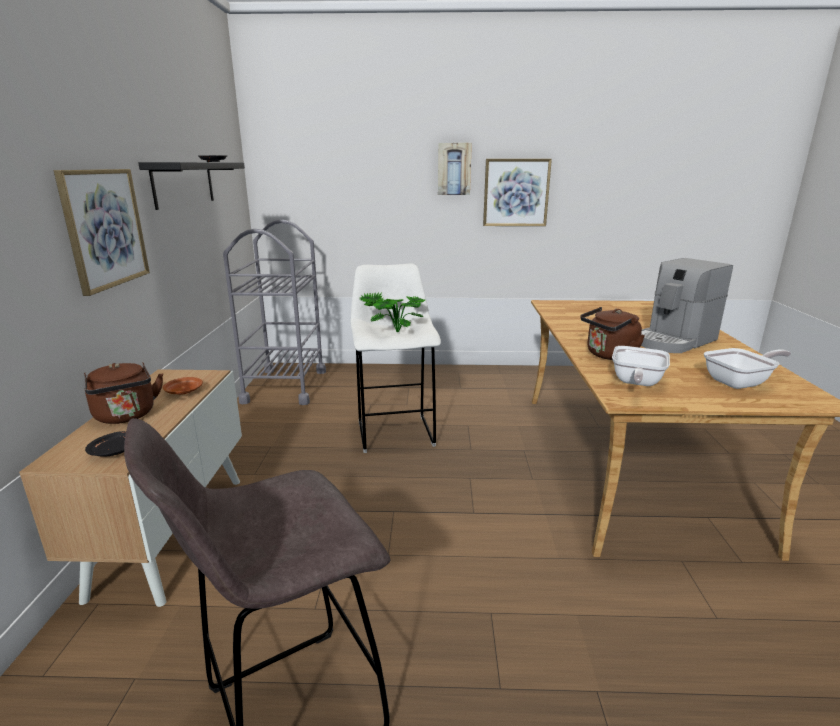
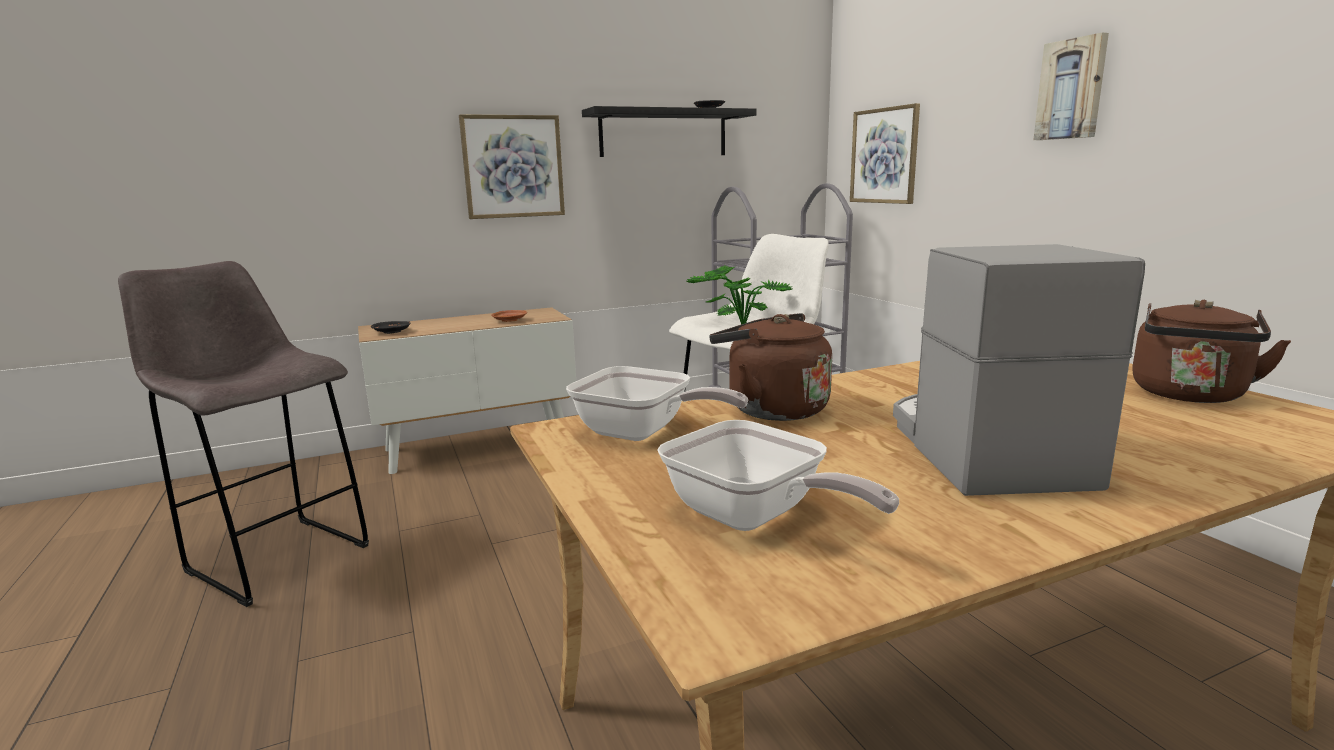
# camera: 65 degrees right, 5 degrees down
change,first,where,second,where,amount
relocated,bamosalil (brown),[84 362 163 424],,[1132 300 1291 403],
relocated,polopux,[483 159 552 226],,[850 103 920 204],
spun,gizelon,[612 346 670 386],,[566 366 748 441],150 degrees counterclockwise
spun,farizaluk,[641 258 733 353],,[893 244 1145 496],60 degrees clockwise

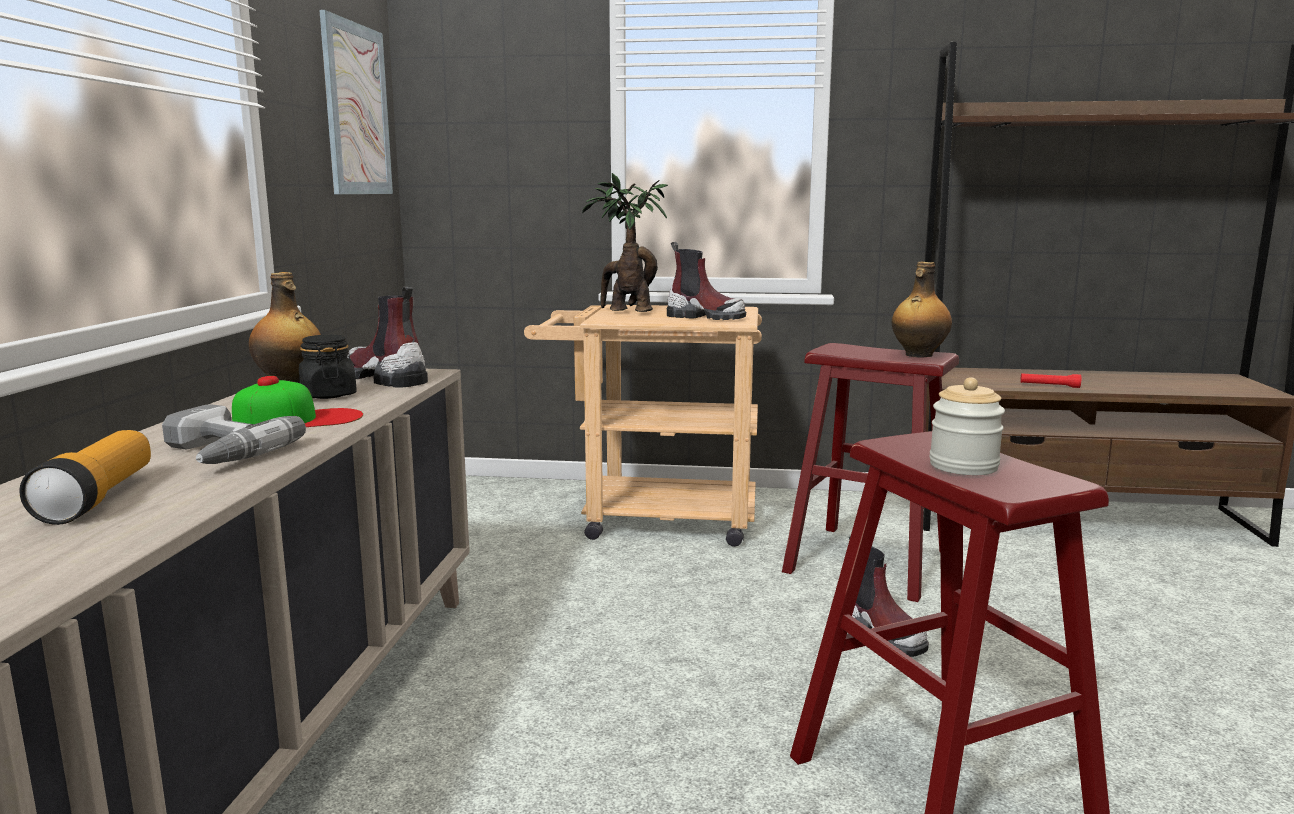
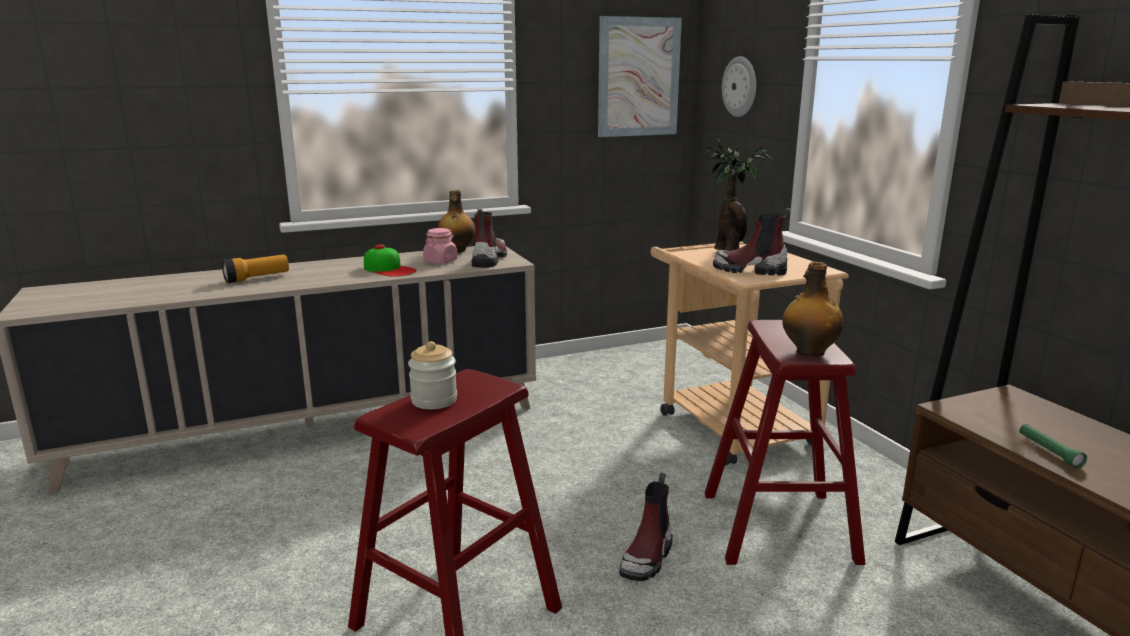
# camera: 60 degrees right, 5 degrees up
change,first,where,second,where,amount
missing,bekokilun,[162 404 306 464],,,
appeared,,,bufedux,[722 56 756 117],
colour,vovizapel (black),[299 335 357 399],vovizapel (pink),[423 228 457 264],
colour,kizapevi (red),[1020 373 1081 388],kizapevi (green),[1019 424 1087 469],
spun,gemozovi,[667 242 746 320],,[713 208 790 275],105 degrees clockwise

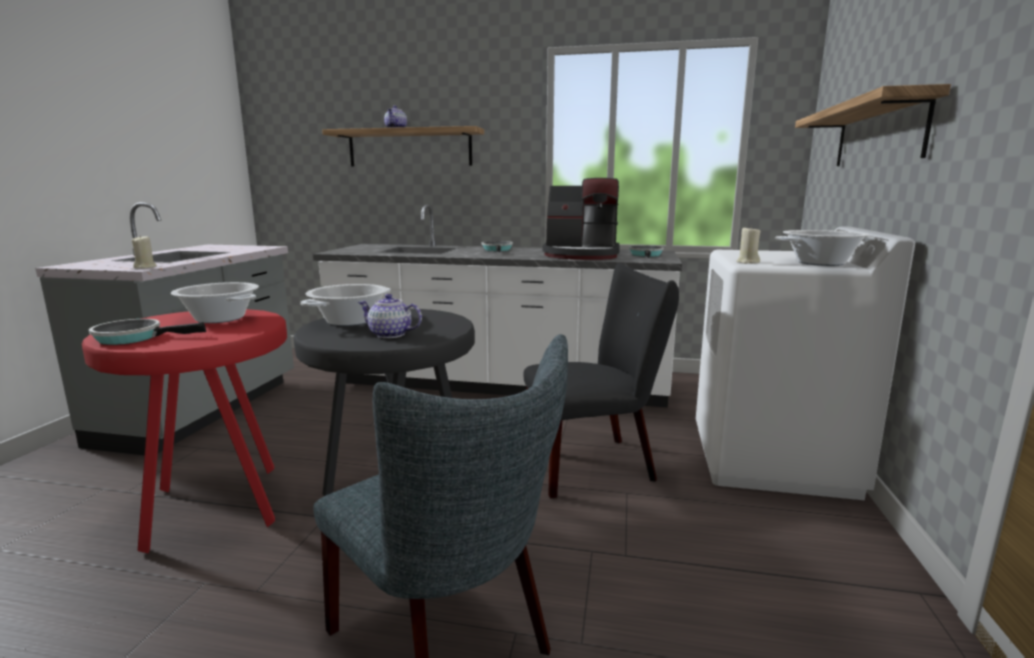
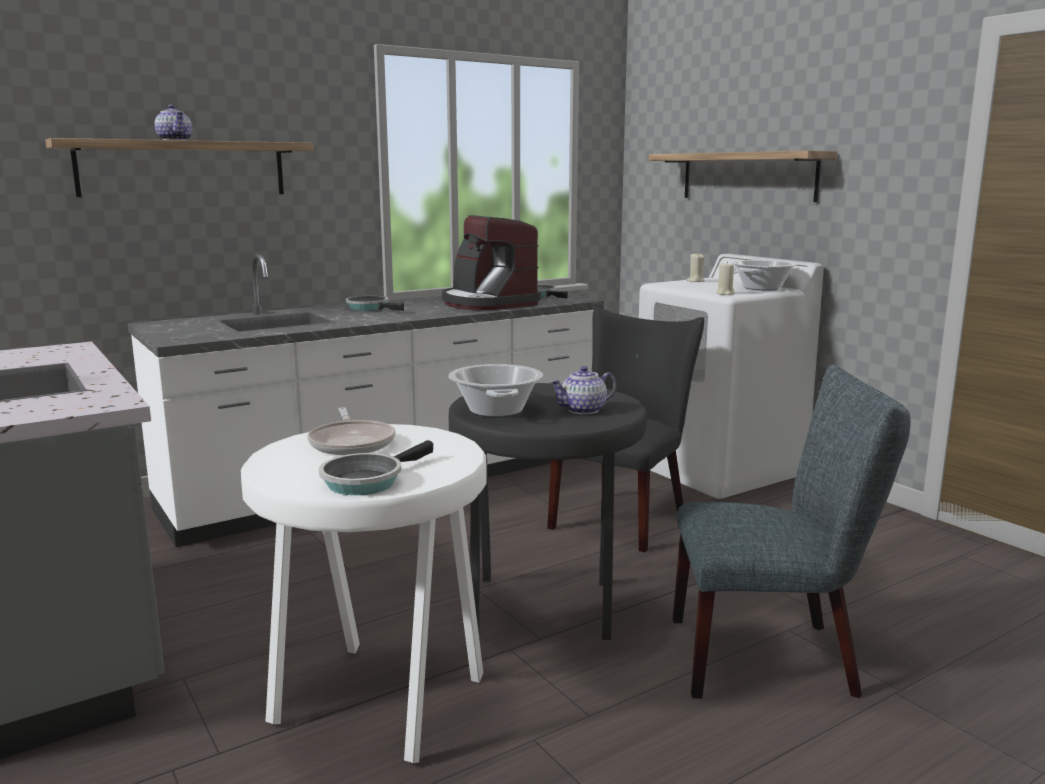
# camera: 45 degrees left, 0 degrees up
change,first,where,second,where,amount
relocated,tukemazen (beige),[132 235 157 269],,[687 252 705 282],
exchanged,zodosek,[171 282 259 323],gizelon,[307 407 396 455],
colour,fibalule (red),[82 309 287 553],fibalule (white),[241 424 486 763],
spun,farizaluk,[542 178 620 260],,[442 215 541 310],90 degrees clockwise

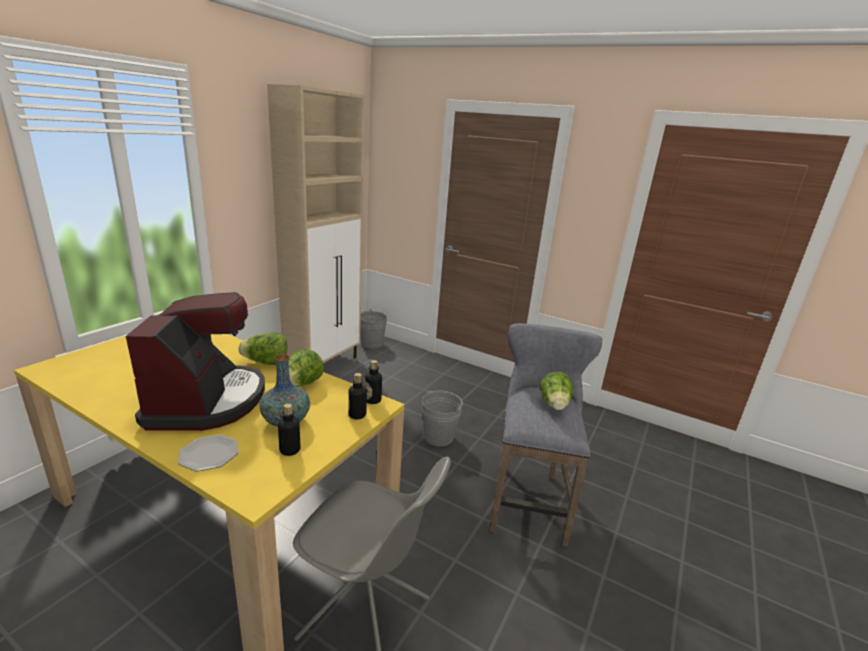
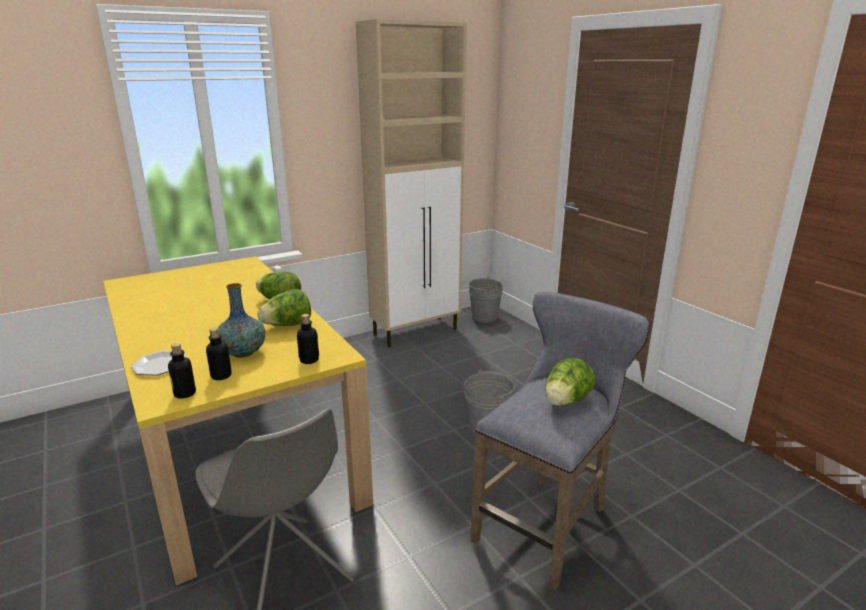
# camera: 30 degrees right, 0 degrees up
change,first,where,second,where,amount
missing,farizaluk,[126 292 265 431],,,
relocated,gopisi,[365 360 382 404],,[168 343 196 399],

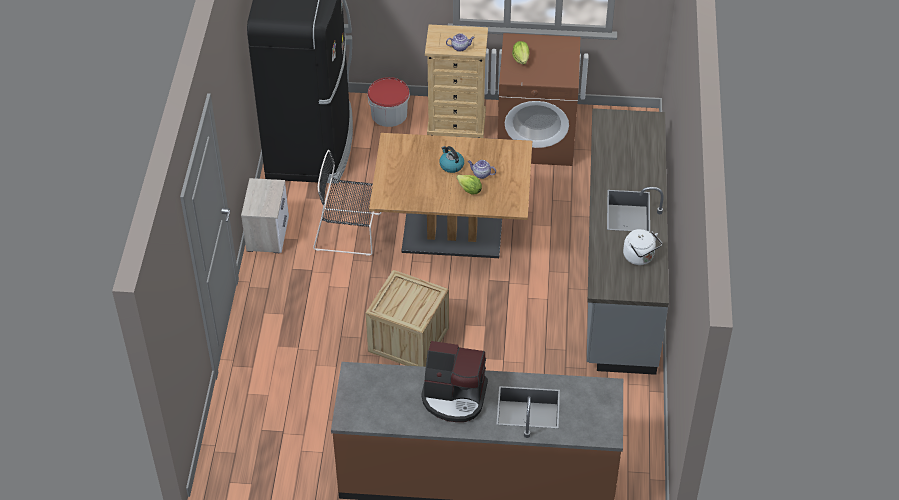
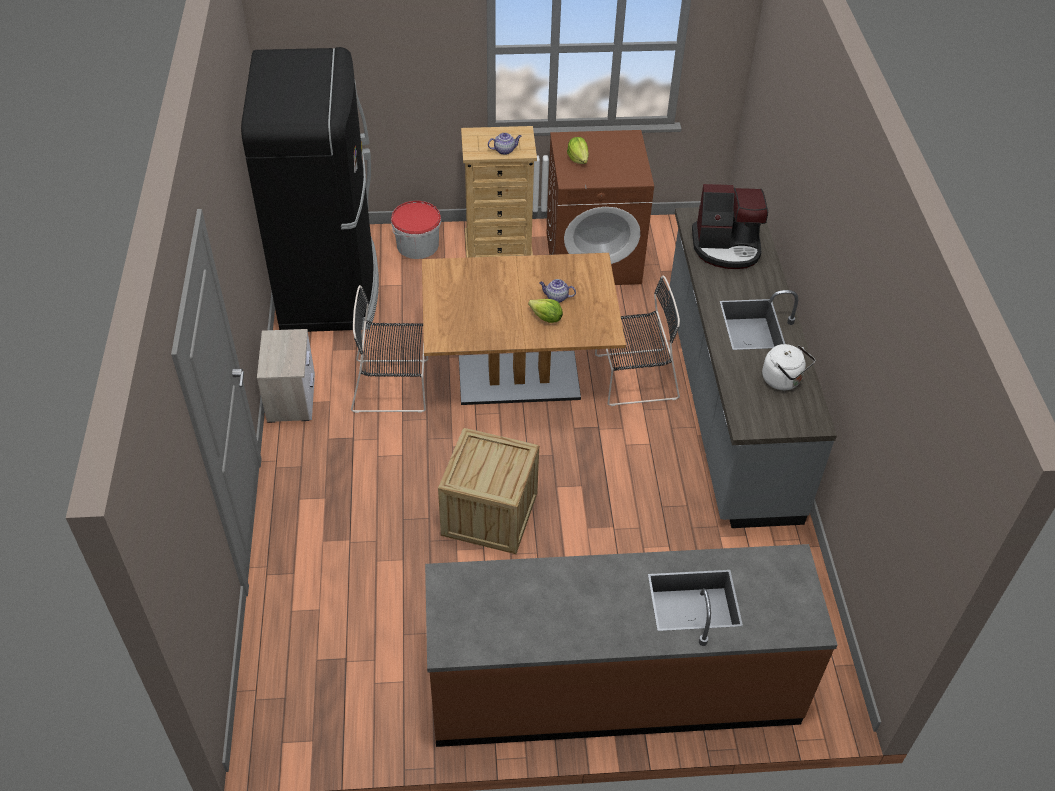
# camera: 10 degrees left, 0 degrees up
change,first,where,second,where,amount
missing,bamosalil,[439 146 464 173],,,
appeared,,,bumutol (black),[595 275 680 406],
relocated,farizaluk,[421 341 488 422],,[692 184 768 269],

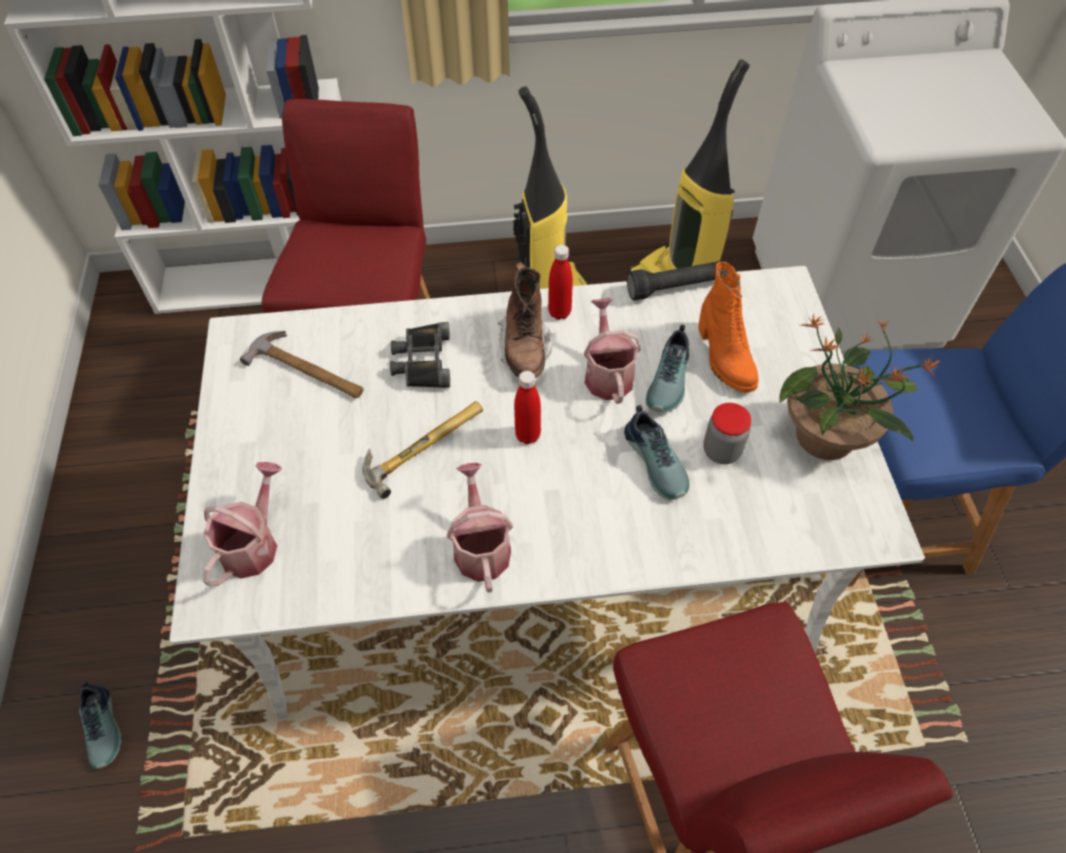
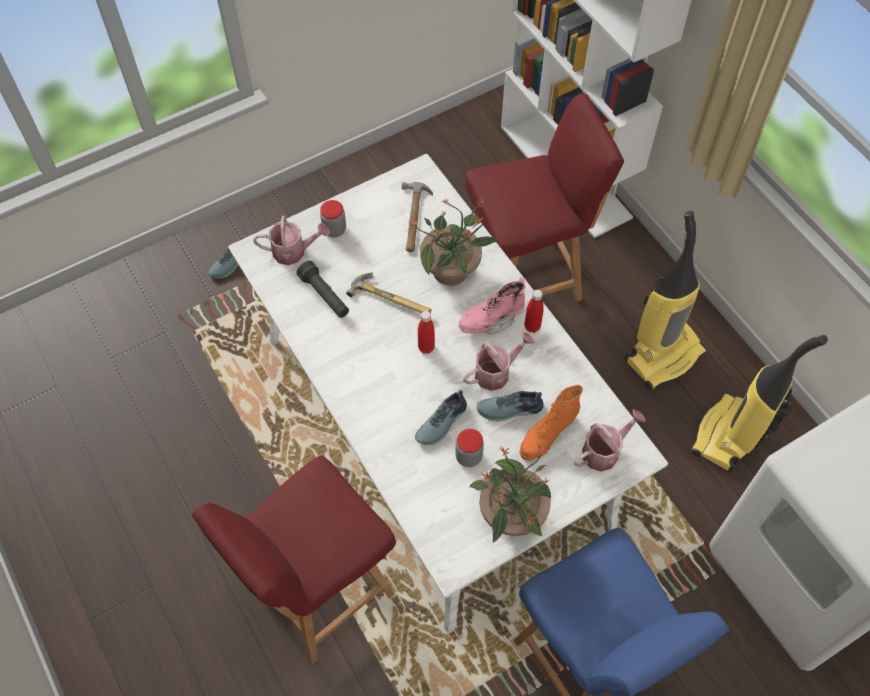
# camera: 65 degrees right, 5 degrees up
change,first,where,second,where,amount
appeared,,,vovizapel,[320 200 346 237],
relocated,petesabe,[447 463 513 593],,[574 410 646 472],
relocated,kizapevi (black),[627 261 722 301],,[296 261 349 318],
exchanged,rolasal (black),[390 322 450 388],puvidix,[409 197 500 286],
colour,gemozovi (brown),[498 262 553 378],gemozovi (pink),[459 277 526 335],

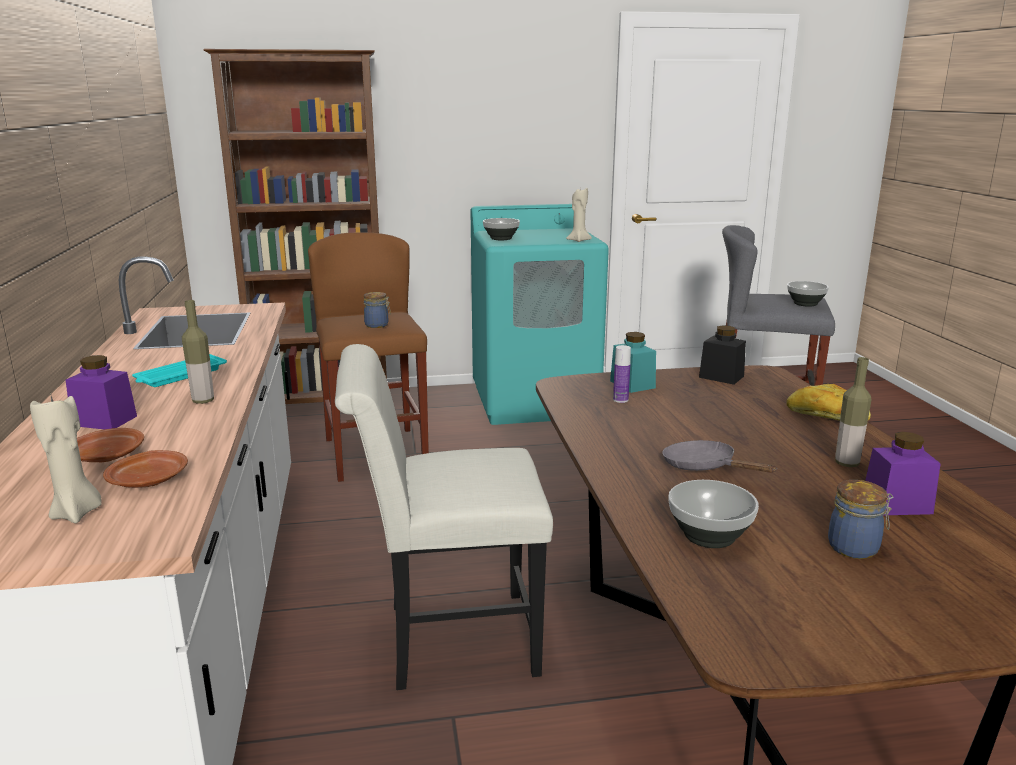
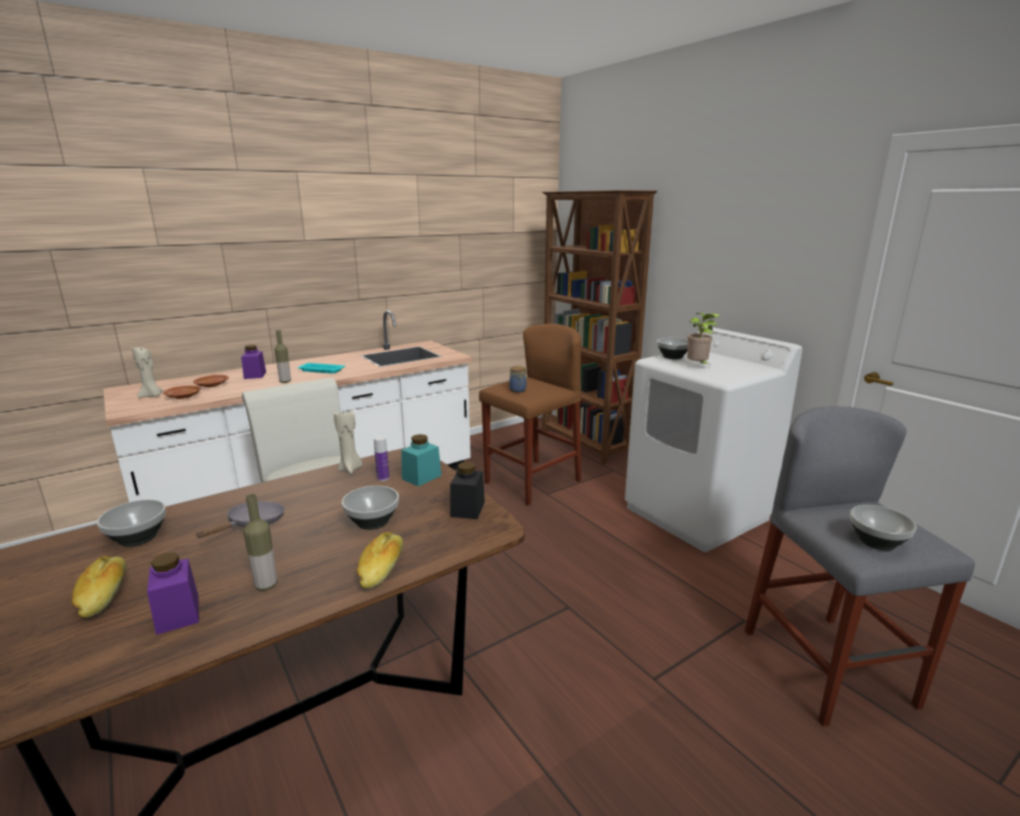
# camera: 65 degrees right, 0 degrees up
change,first,where,second,where,amount
appeared,,,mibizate,[342 486 399 530],
appeared,,,puvidix,[687 313 721 364],
relocated,tukemazen (beige),[566 188 592 242],,[334 408 362 474],
exchanged,vovizapel,[828 480 893 559],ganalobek,[71 556 126 618],
colour,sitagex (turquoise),[470 204 609 425],sitagex (white),[625 327 802 552],

